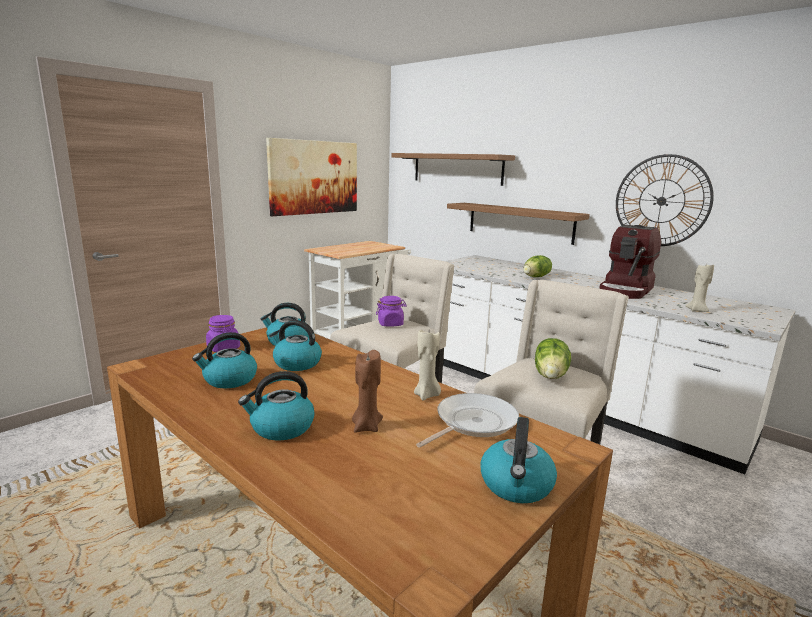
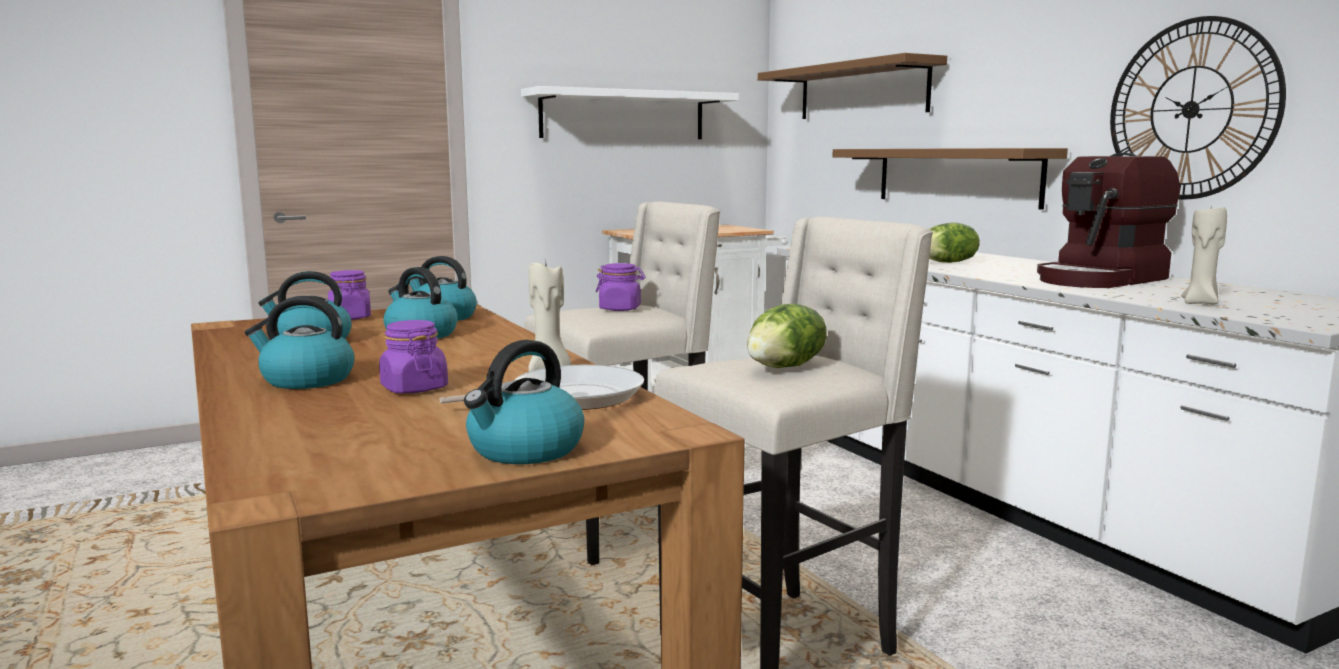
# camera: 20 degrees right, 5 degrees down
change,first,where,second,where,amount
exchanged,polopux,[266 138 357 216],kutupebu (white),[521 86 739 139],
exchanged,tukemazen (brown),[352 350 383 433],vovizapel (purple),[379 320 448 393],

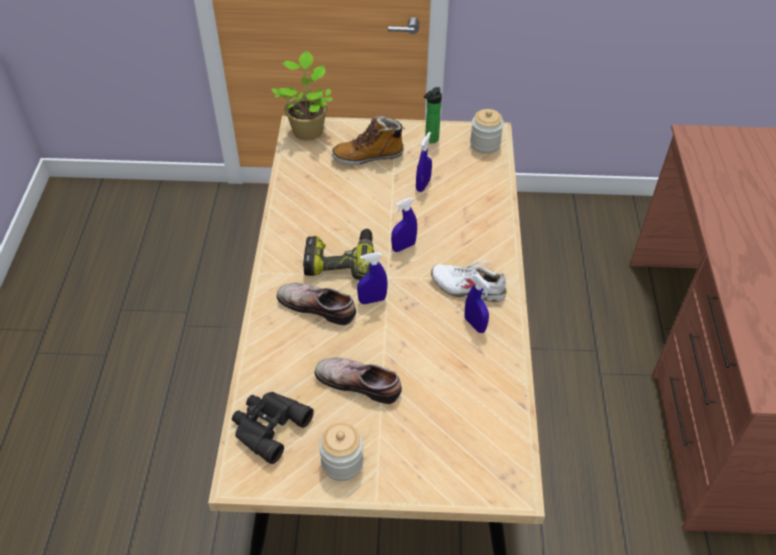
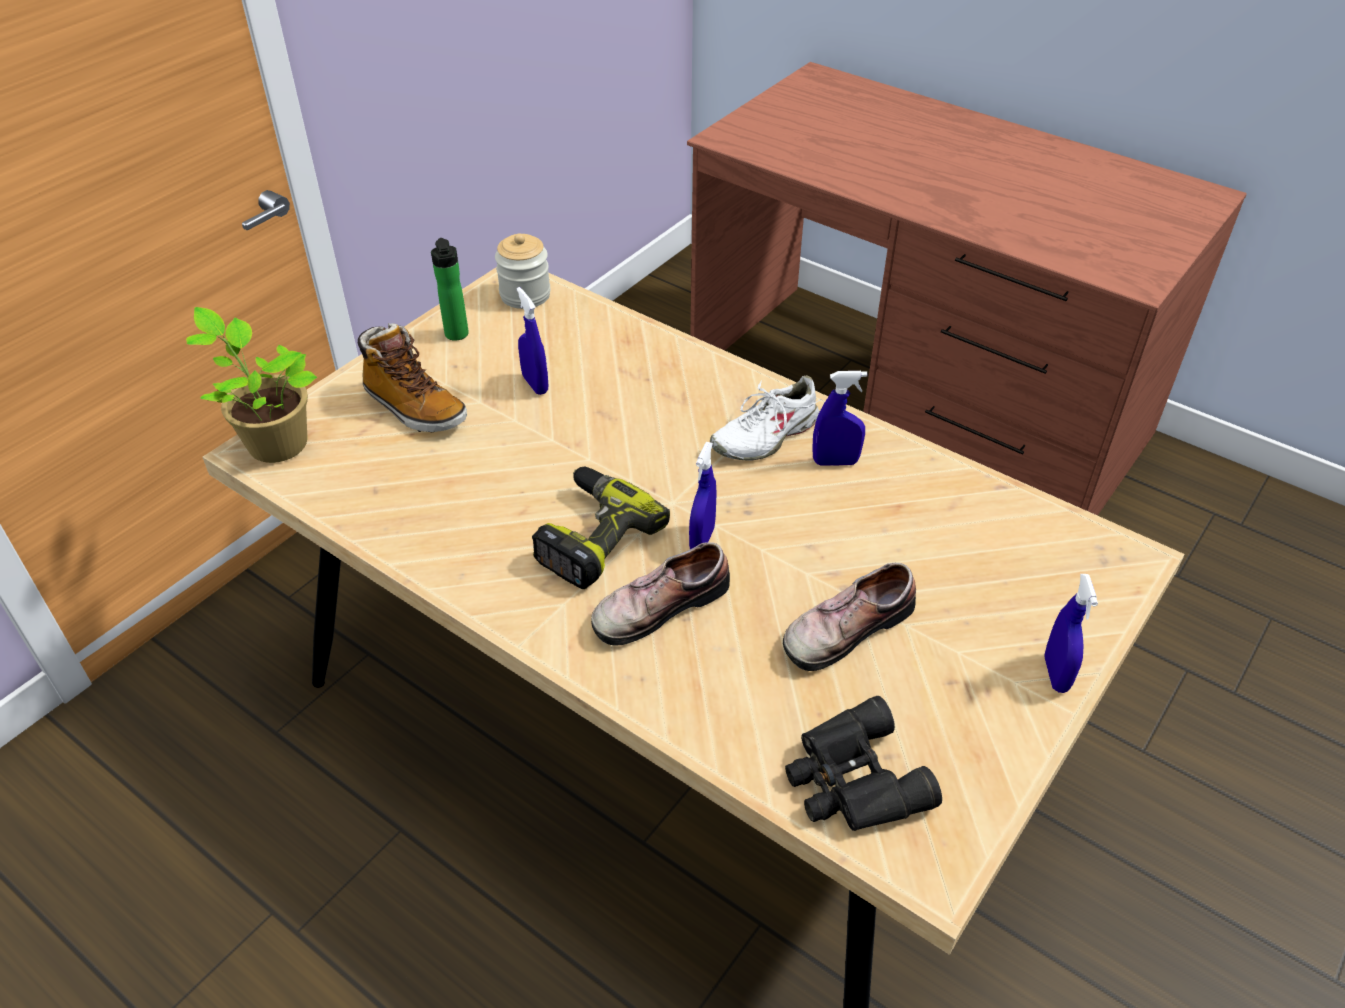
# camera: 55 degrees left, 5 degrees down
change,first,where,second,where,amount
missing,vovizapel,[319 423 364 481],,,
relocated,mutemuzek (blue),[391 198 417 252],,[1044 574 1098 693],
spun,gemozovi,[332 116 405 165],,[358 323 467 432],75 degrees counterclockwise

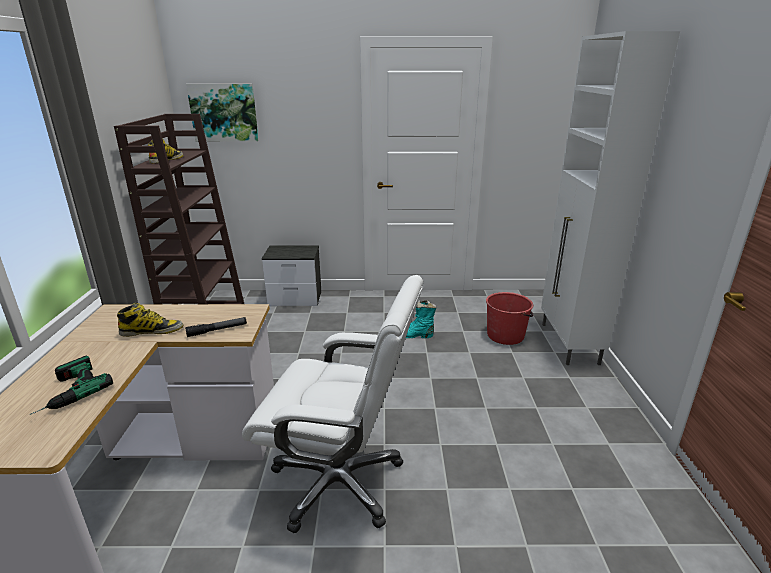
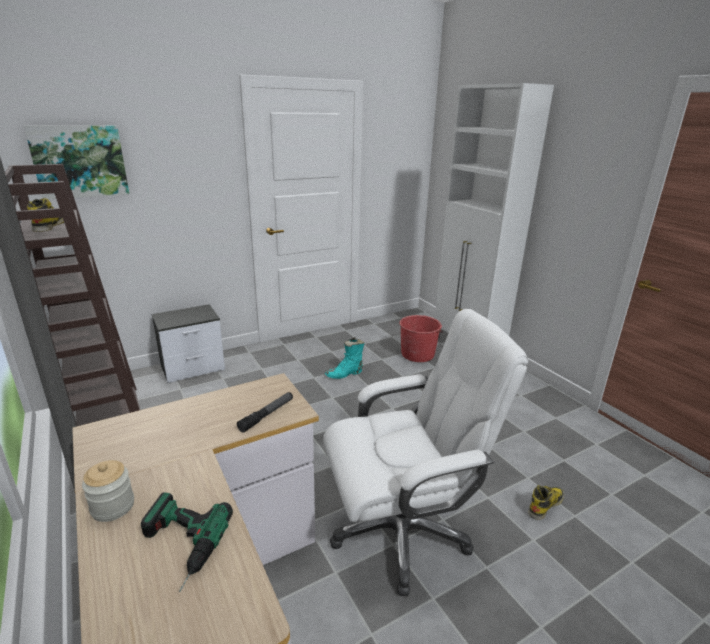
# camera: 30 degrees left, 0 degrees up
change,first,where,second,where,amount
appeared,,,vovizapel,[82 460 134 522],
relocated,gemozovi,[117 303 183 337],,[528 485 564 520],

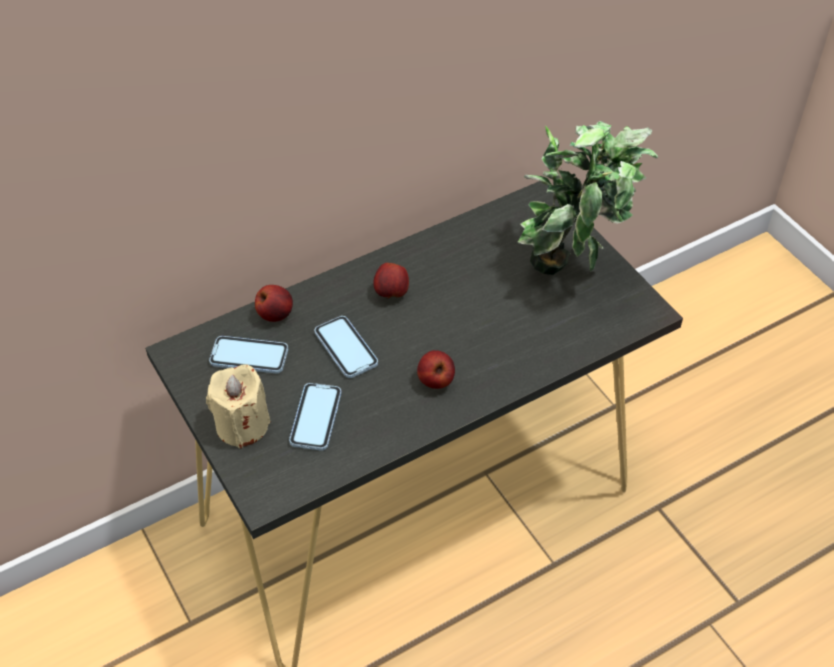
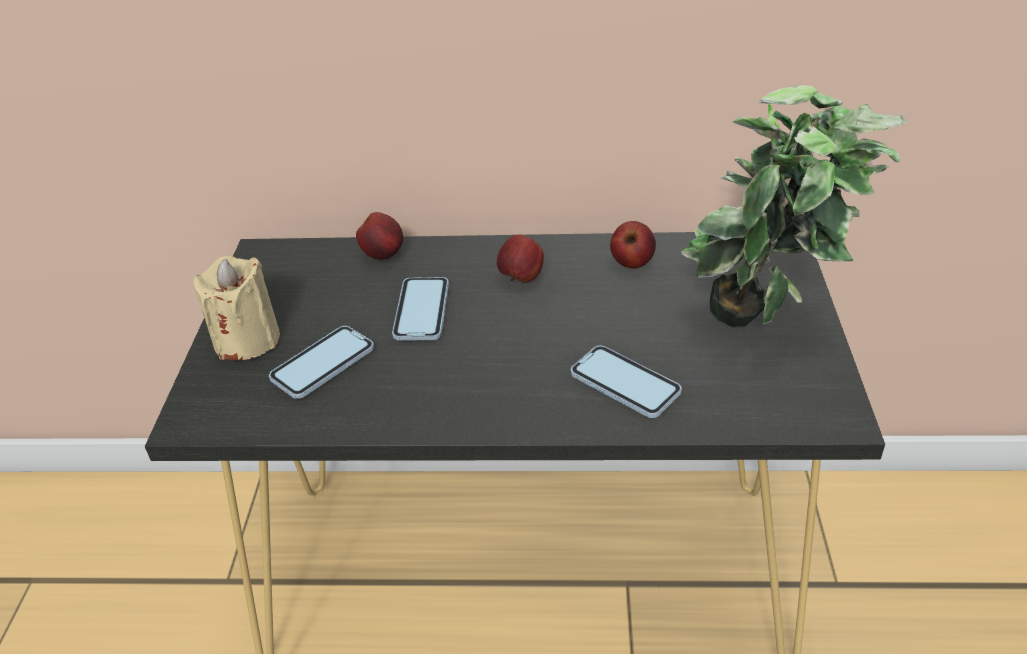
# camera: 35 degrees right, 10 degrees down
change,first,where,second,where,amount
relocated,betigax,[209 336 288 373],,[571 346 682 418],
relocated,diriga,[417 350 455 389],,[610 221 656 268],

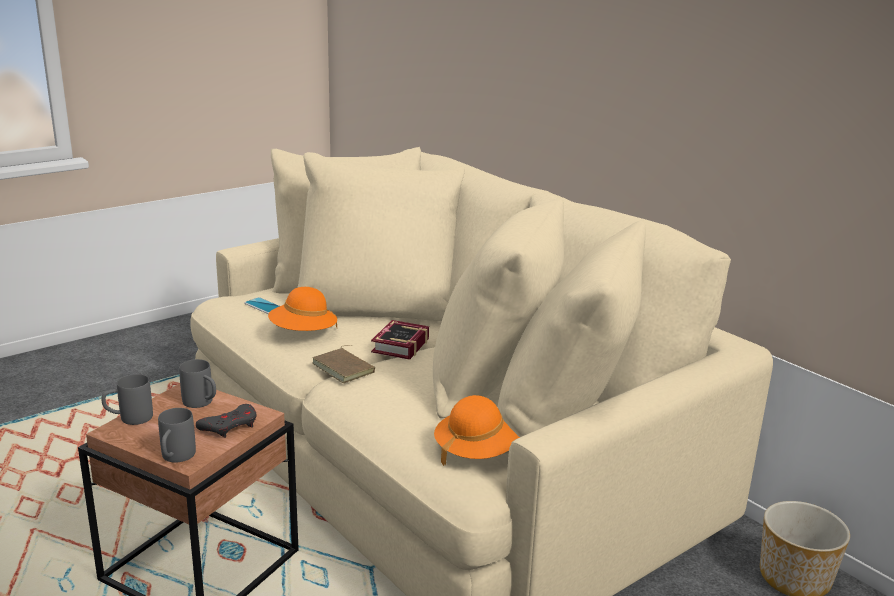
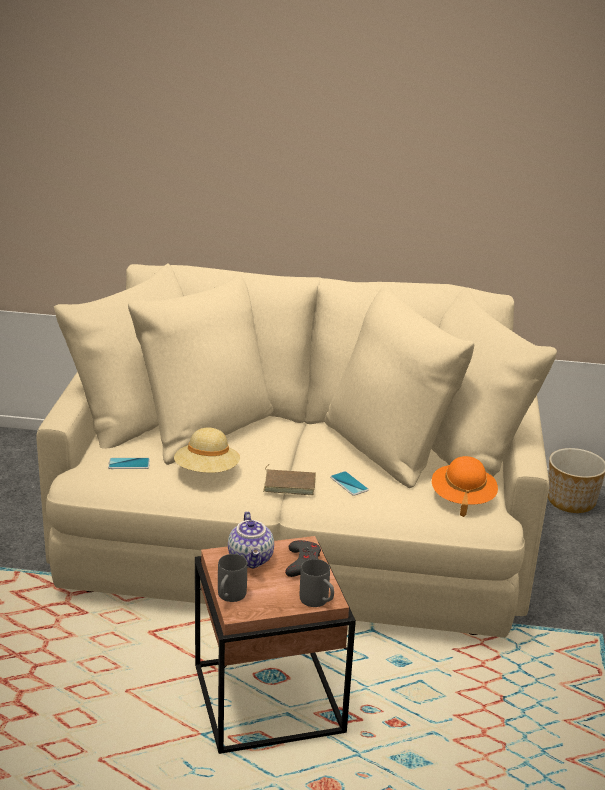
# camera: 45 degrees left, 5 degrees up
change,first,where,second,where,amount
missing,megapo,[371 320 429 360],,,
appeared,,,betigax,[330 471 369 496],
exchanged,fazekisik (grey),[179 359 216 408],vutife,[228 511 274 569],
colour,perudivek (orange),[268 287 337 331],perudivek (beige),[174 428 240 473],

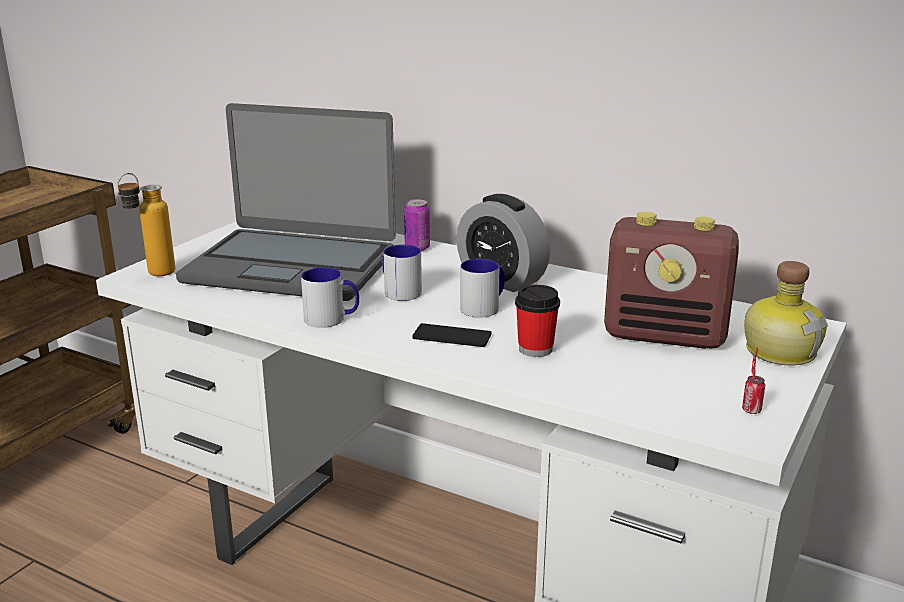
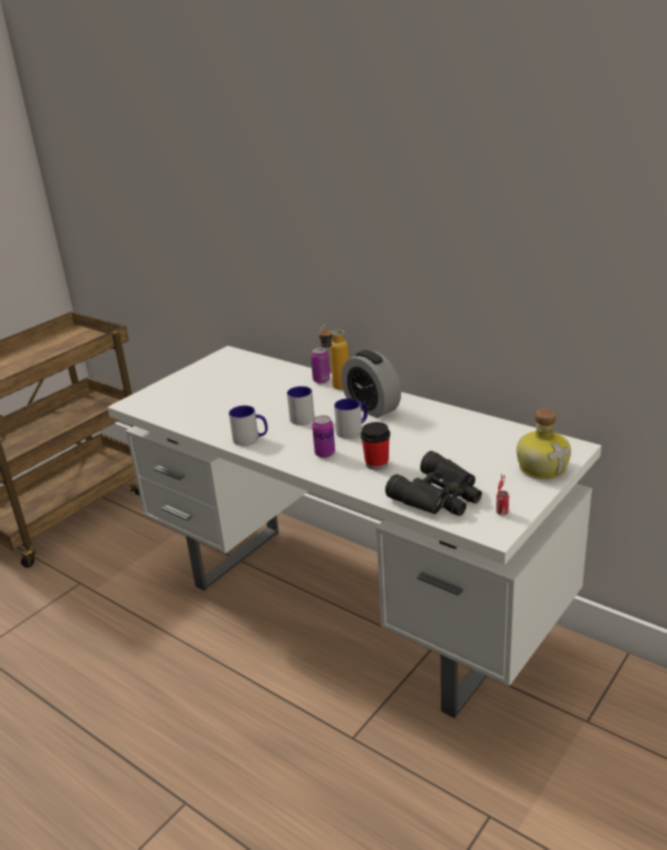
# camera: 10 degrees right, 5 degrees up
change,first,where,second,where,amount
missing,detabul,[176 103 396 301],,,
missing,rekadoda,[604 212 739 349],,,
appeared,,,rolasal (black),[385 451 482 516],
relocated,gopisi,[117 173 175 276],,[319 324 349 390],
exchanged,betigax,[412 323 492 347],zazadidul,[312 415 335 458],

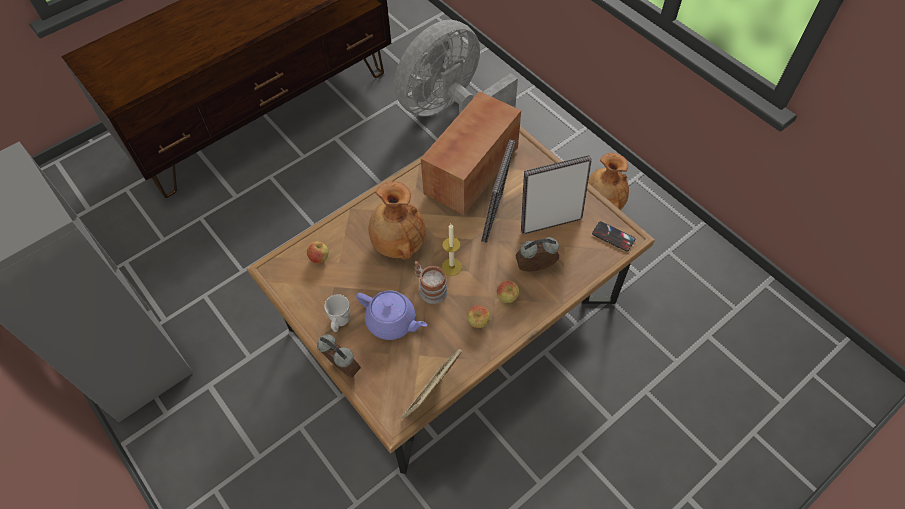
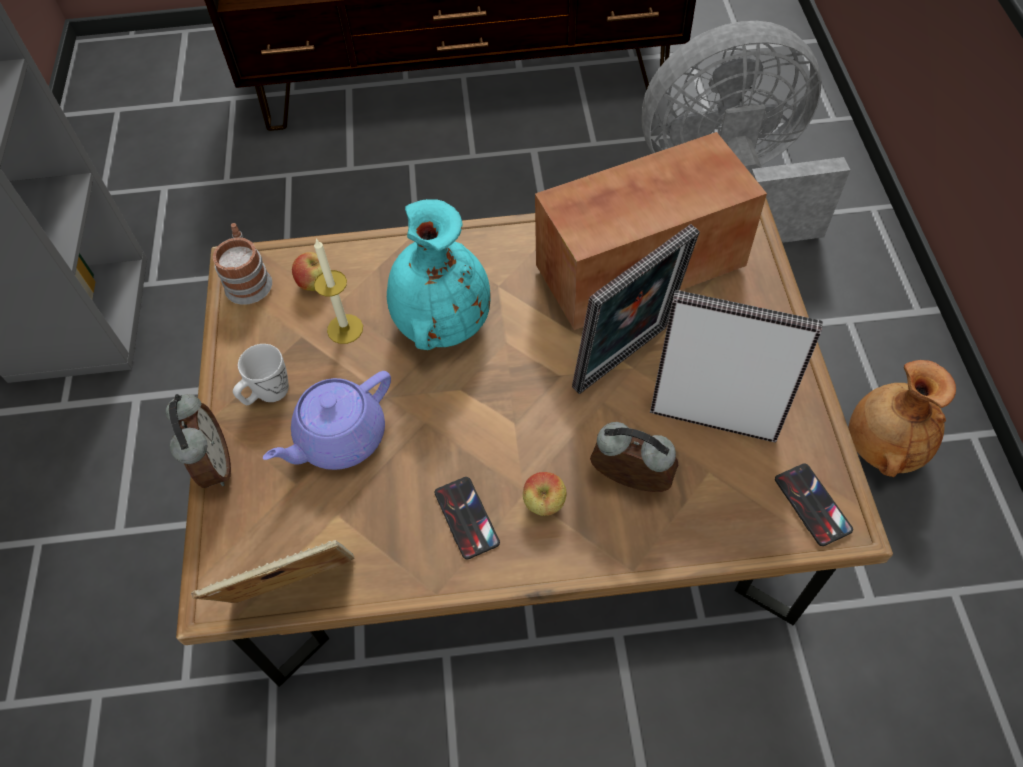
# camera: 35 degrees right, 0 degrees up
change,first,where,second,where,amount
relocated,fazekisik,[415 261 448 304],,[213 223 272 305],
relocated,tukemazen,[442 224 462 276],,[314 238 363 344],
exchanged,diriga,[467 305 490 328],betigax,[435 477 500 559],
colour,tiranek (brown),[369 181 426 260],tiranek (turquoise),[387 199 491 350],
spun,vutife (purple),[356 290 427 340],,[263 371 391 470],75 degrees clockwise

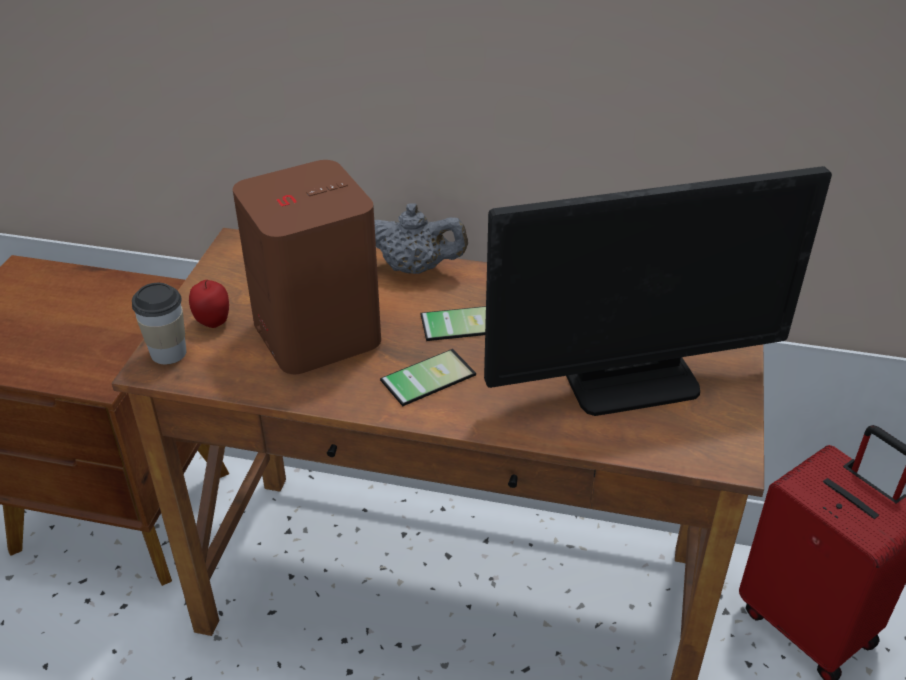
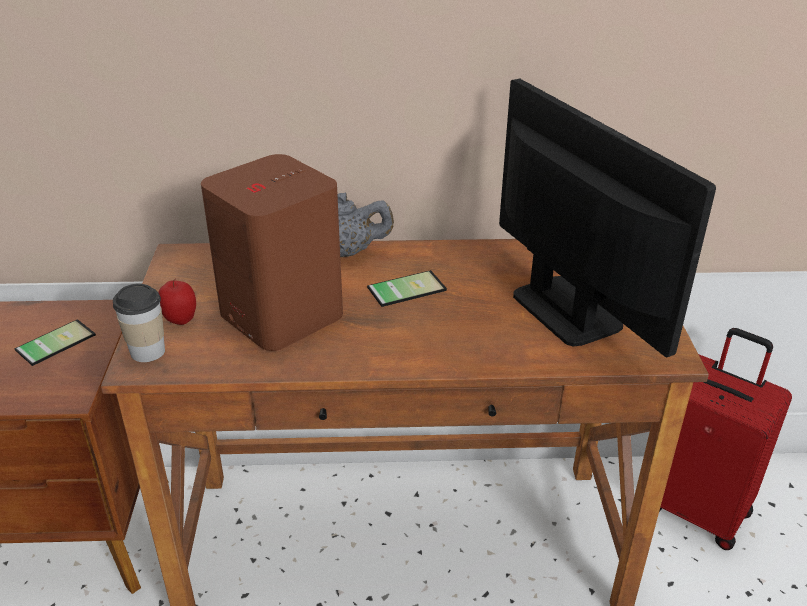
# camera: 15 degrees left, 5 degrees down
change,first,where,second,where,amount
relocated,betigax,[380 349 476 406],,[14 319 96 366],
spun,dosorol,[484 166 832 416],,[499 79 716 357],90 degrees counterclockwise

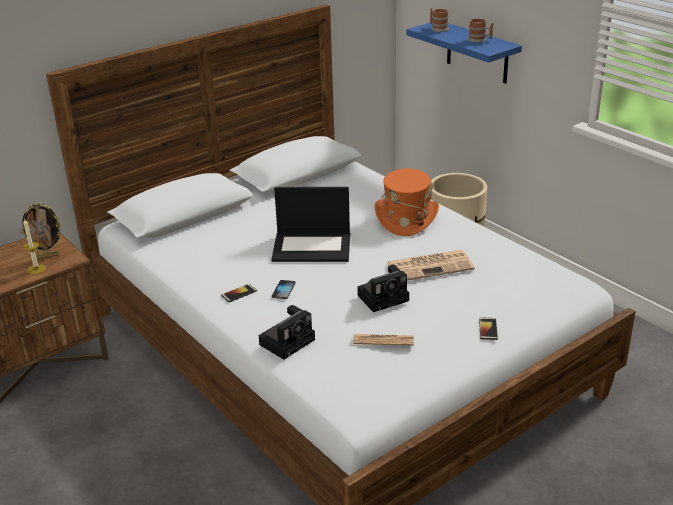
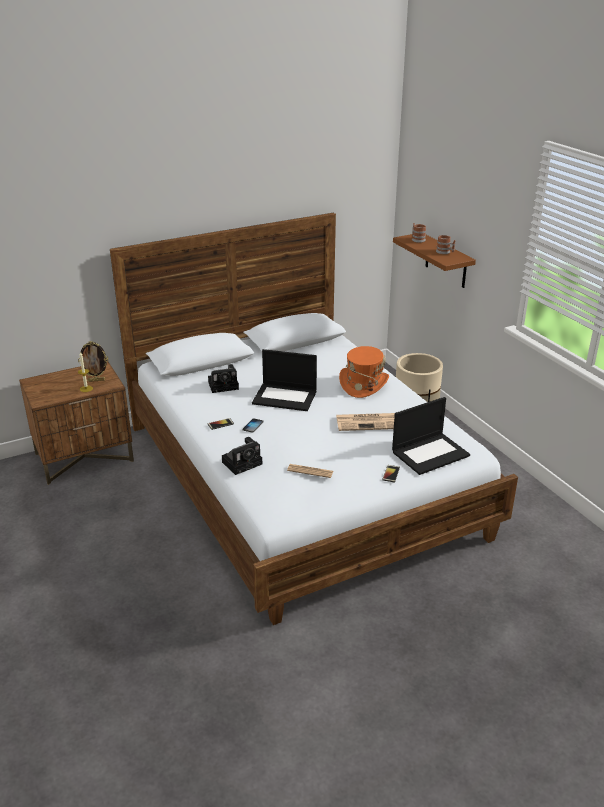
# camera: 10 degrees right, 0 degrees up
change,first,where,second,where,amount
appeared,,,detabul,[392 397 470 475],
relocated,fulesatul,[357 265 409 312],,[208 364 239 393],
colour,kutupebu (blue),[406 23 522 84],kutupebu (brown),[393 234 476 288],

